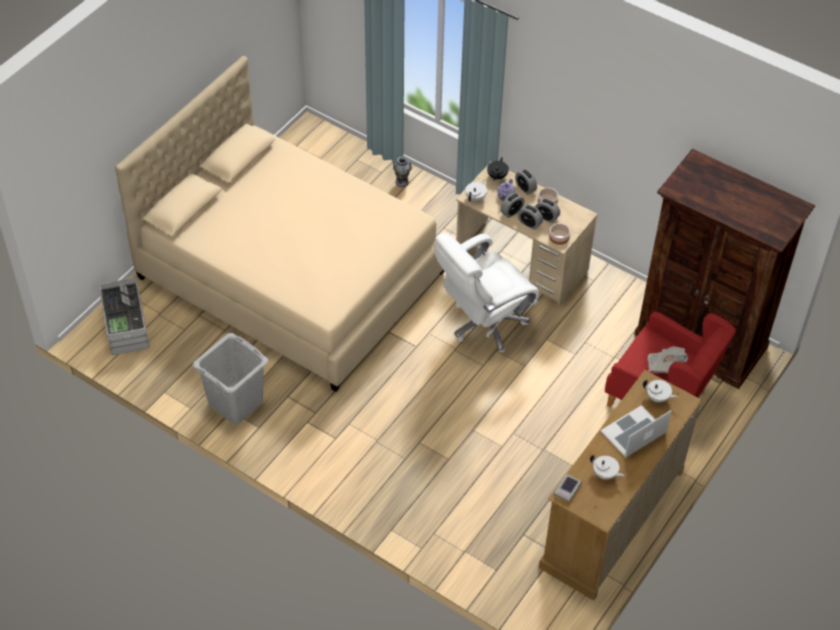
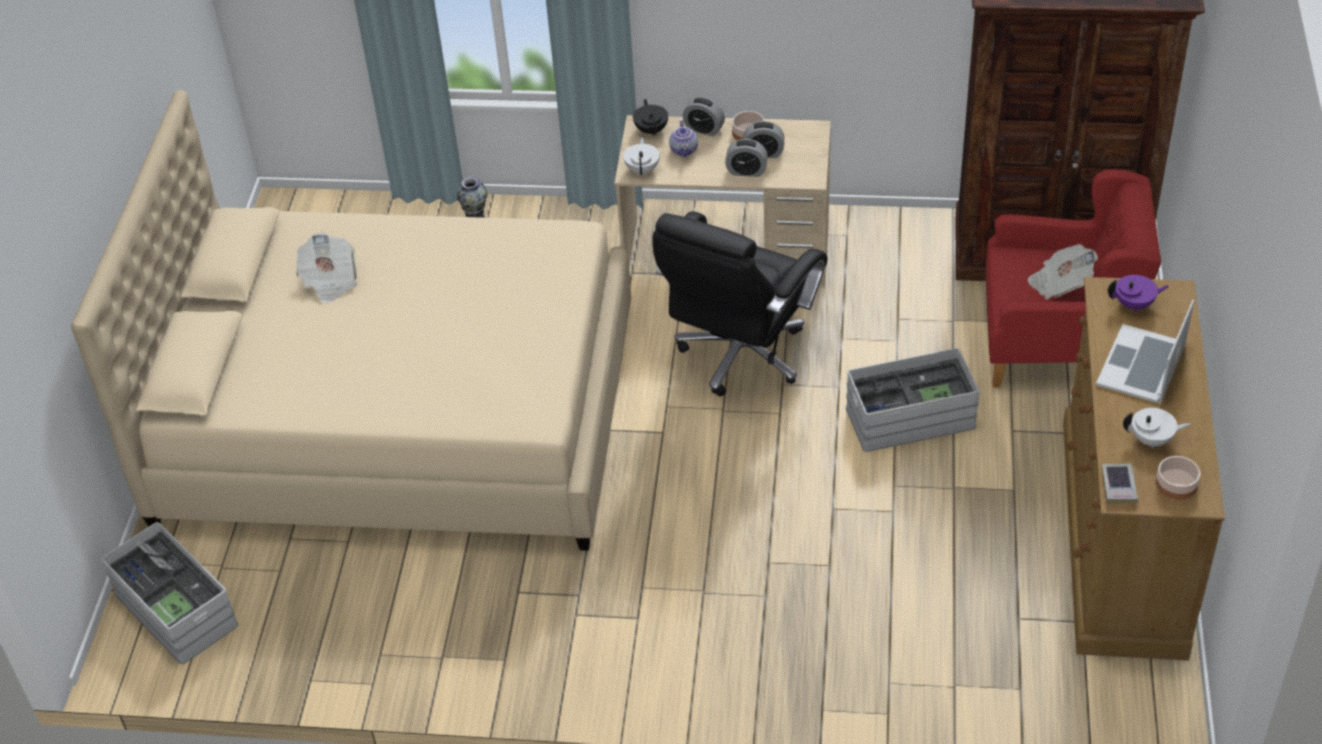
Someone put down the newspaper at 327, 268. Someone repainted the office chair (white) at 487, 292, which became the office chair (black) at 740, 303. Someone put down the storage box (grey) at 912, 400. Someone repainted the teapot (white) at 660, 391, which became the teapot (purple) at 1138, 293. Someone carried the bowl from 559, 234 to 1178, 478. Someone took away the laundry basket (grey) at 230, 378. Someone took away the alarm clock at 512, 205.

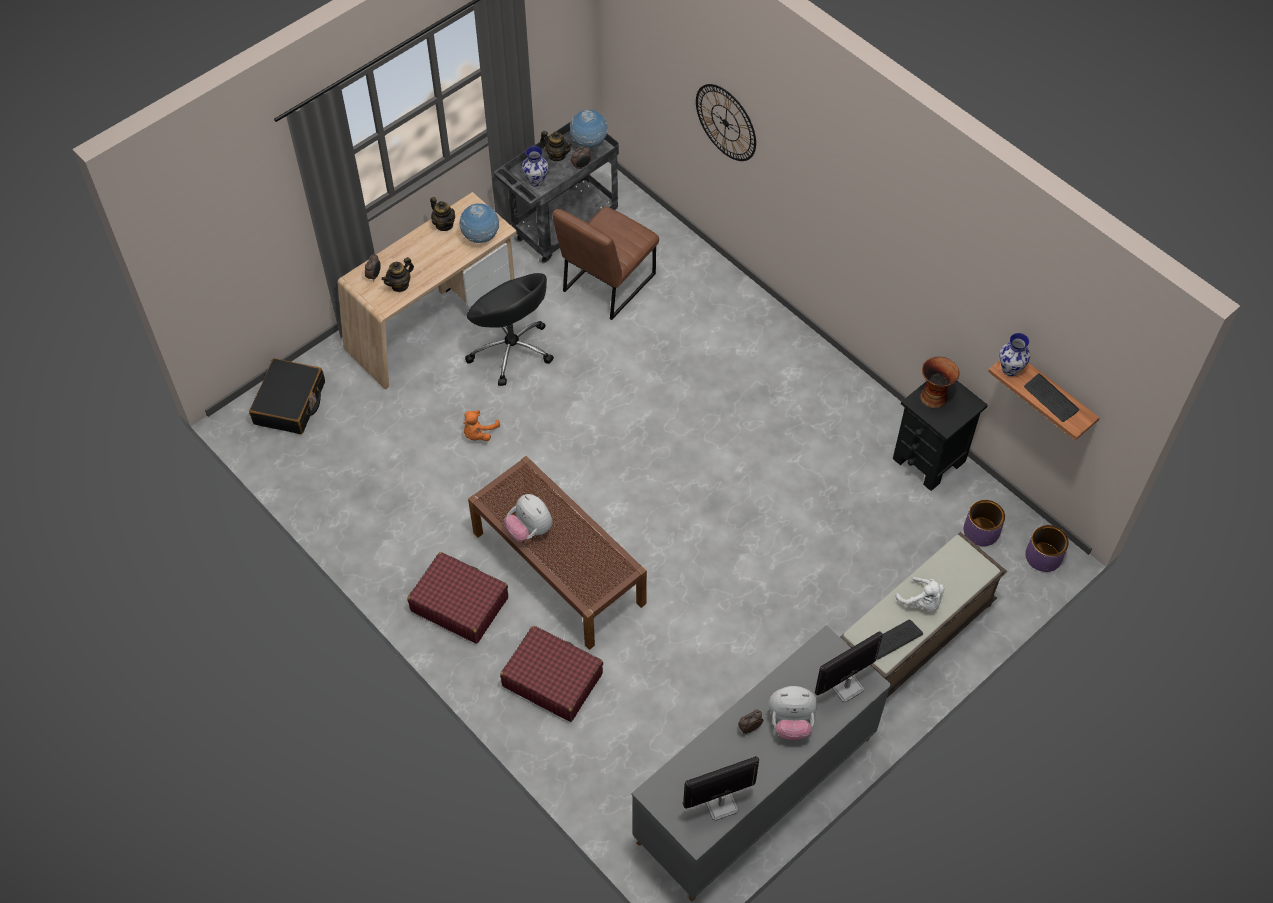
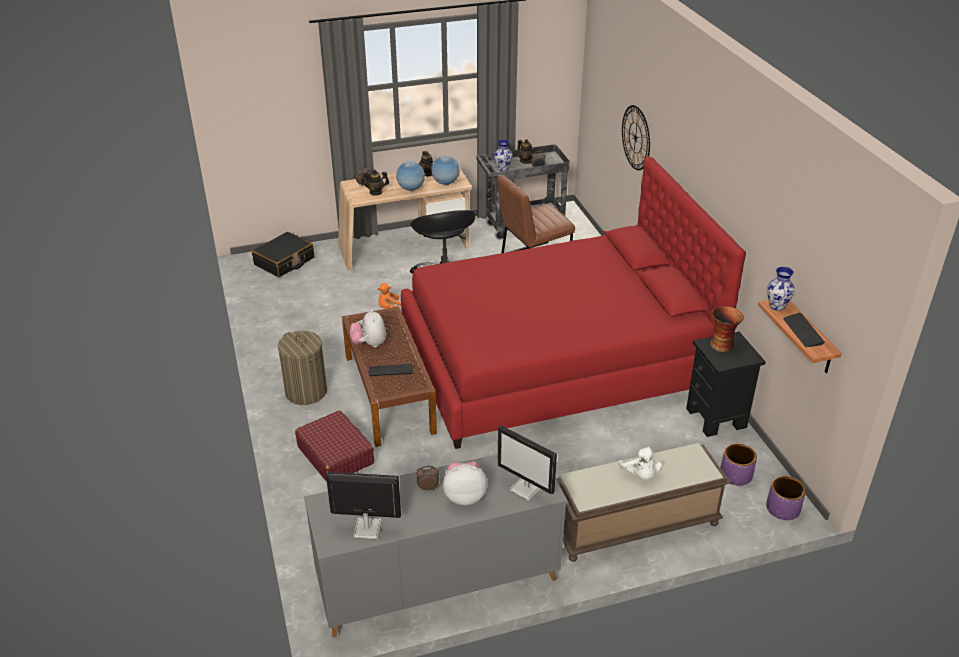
Someone swapped the suitcase (red) at 457, 598 for the laundry basket at 302, 368. Someone carried the keyboard from 899, 640 to 390, 370. Someone carried the globe from 589, 129 to 410, 176. Someone put down the bed (red) at 573, 303. Someone rotated the plush toy at 793, 713 by 150 degrees clockwise. Someone rotated the monitor at 849, 666 by 135 degrees counterclockwise.

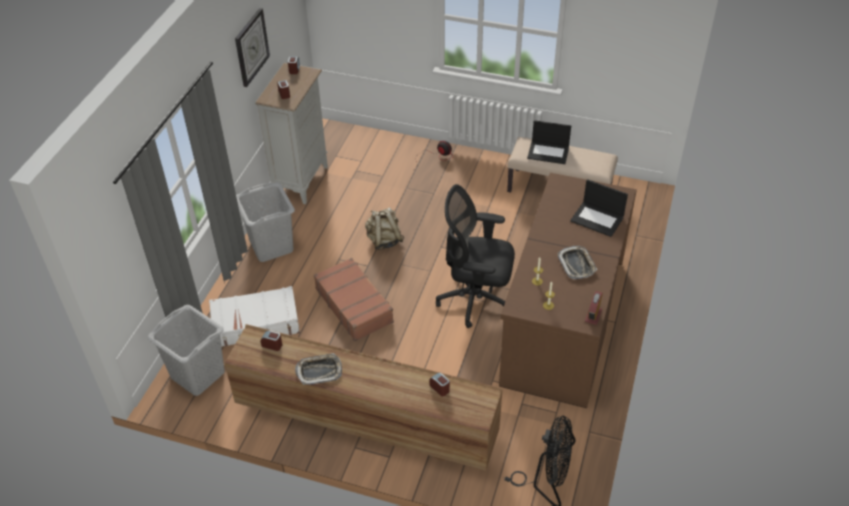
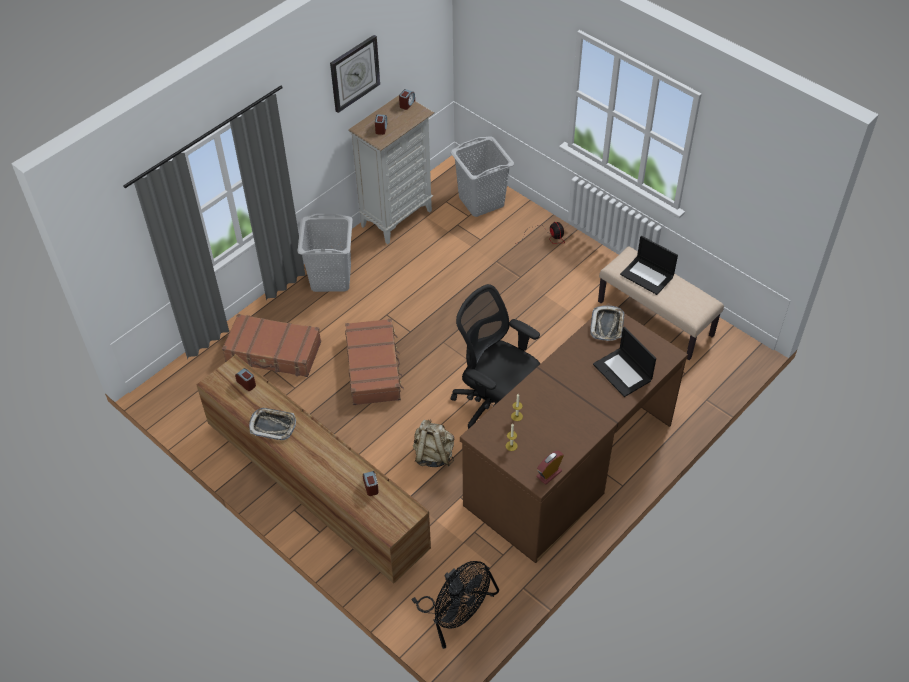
Someone repainted the suitcase (white) at 254, 316, which became the suitcase (brown) at 271, 345. Someone carried the backpack (beige) from 384, 228 to 433, 443. Someone carried the laundry basket (grey) from 186, 350 to 482, 176. Someone carried the tray from 577, 262 to 607, 323.

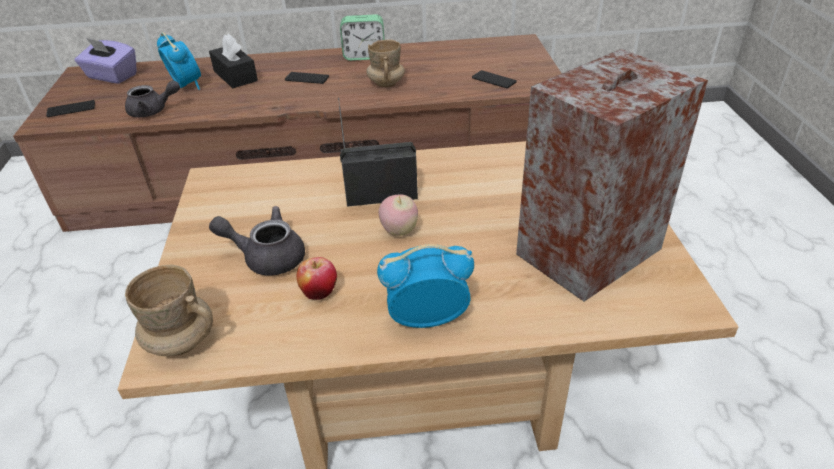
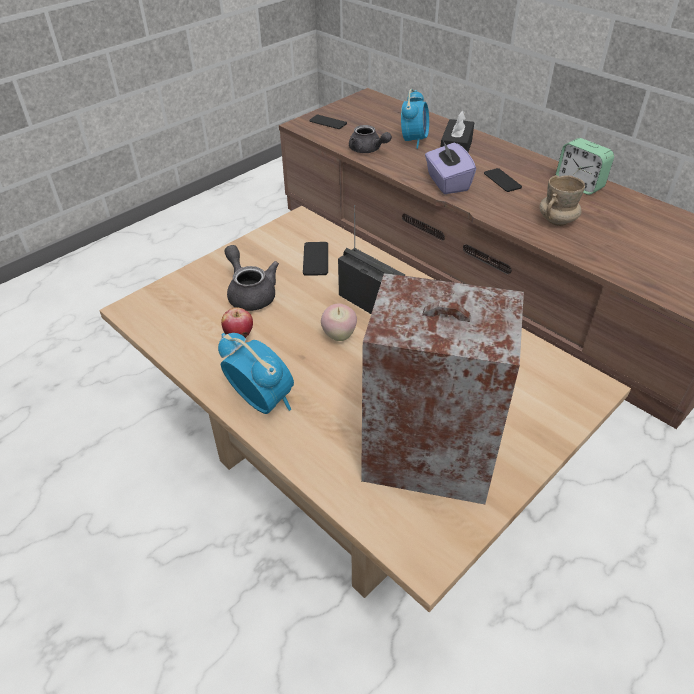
Someone carried the phone from 494, 79 to 315, 259. Someone carried the tissue box (purple) from 106, 61 to 450, 167. Someone took away the mug (beige) at 169, 310.

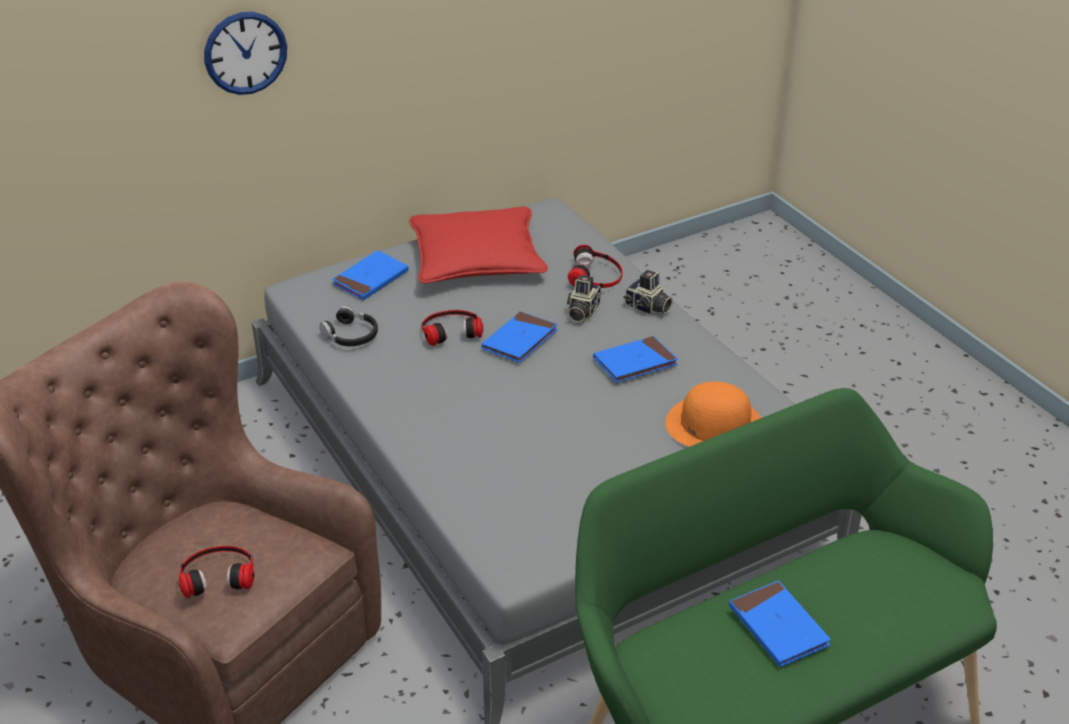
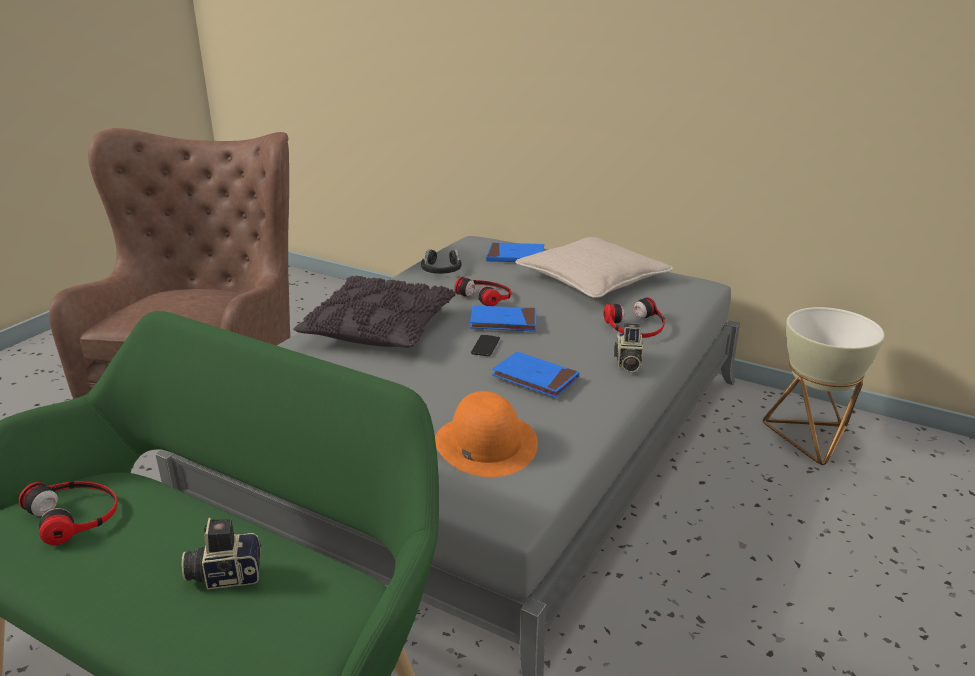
Someone carried the headphones from 216, 572 to 68, 513. Someone carried the photo camera from 584, 298 to 221, 554. Someone put down the pillow (black) at 374, 311. Someone put down the phone at 485, 345. Someone repainted the pillow (red) at 478, 244, which became the pillow (beige) at 594, 267. Someone put down the planter at 824, 386. Someone took away the wall clock at 245, 53. Someone took away the book (blue) at 780, 623.

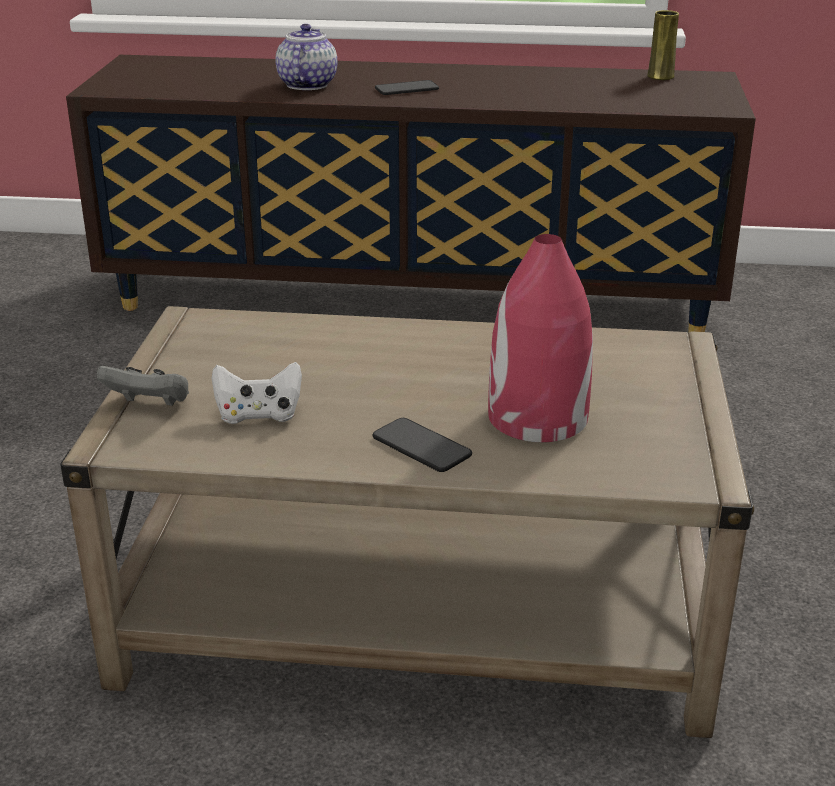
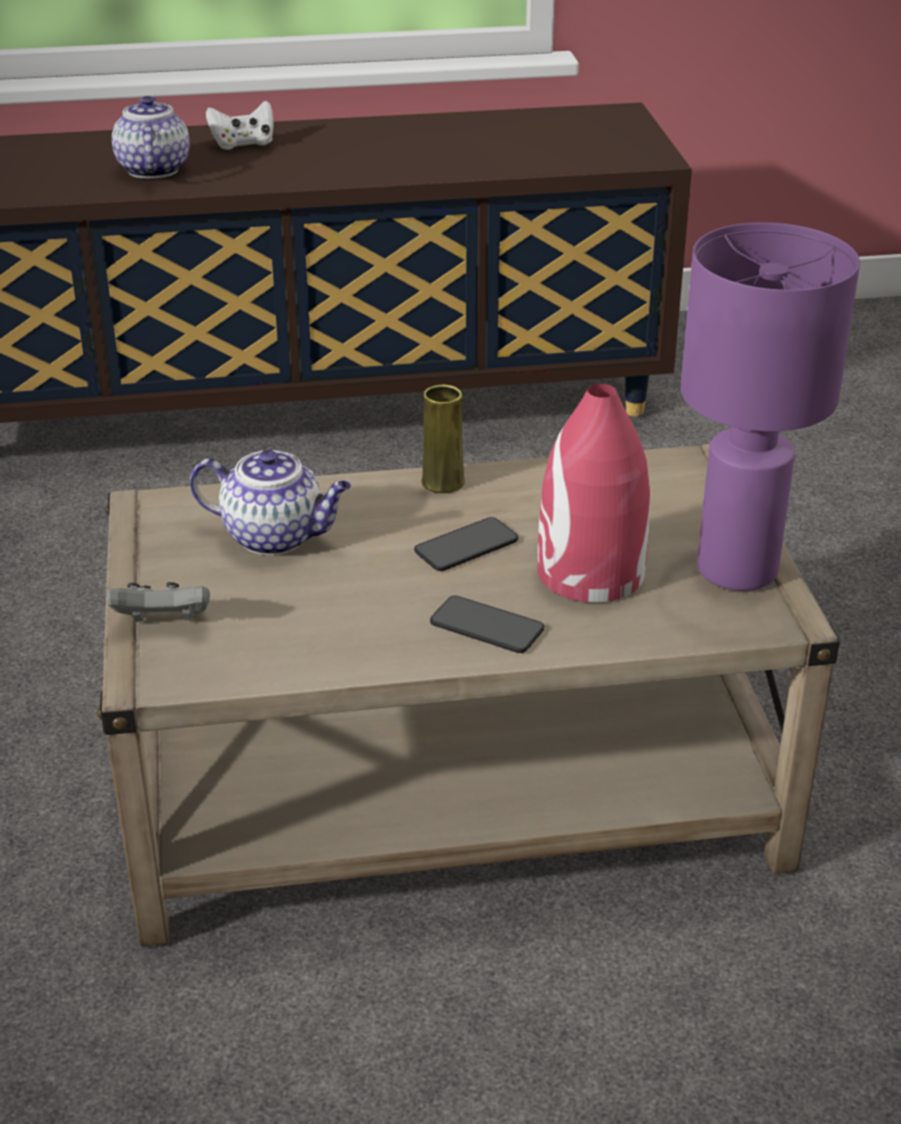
Someone put down the teapot at 270, 502. Someone carried the game controller (white) from 257, 393 to 240, 125. Someone carried the phone from 407, 87 to 466, 544. Someone carried the vase (yellow) from 663, 45 to 443, 439. Someone put down the table lamp (purple) at 770, 407.

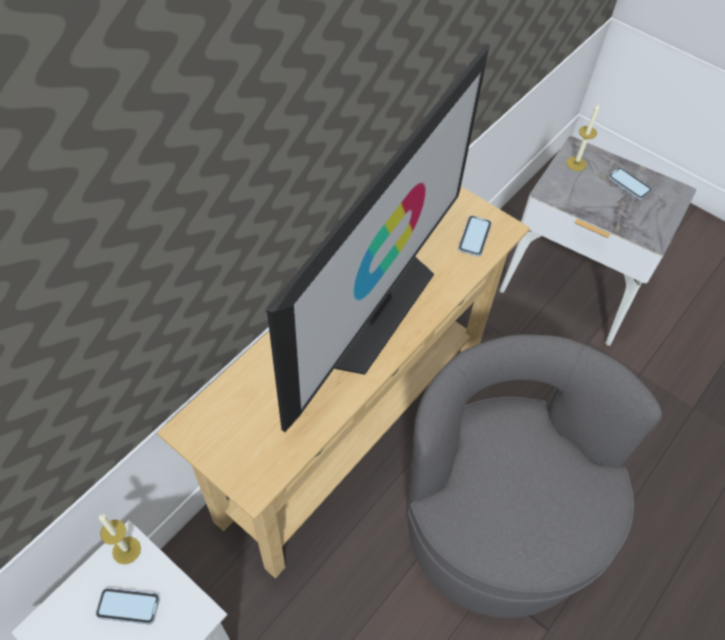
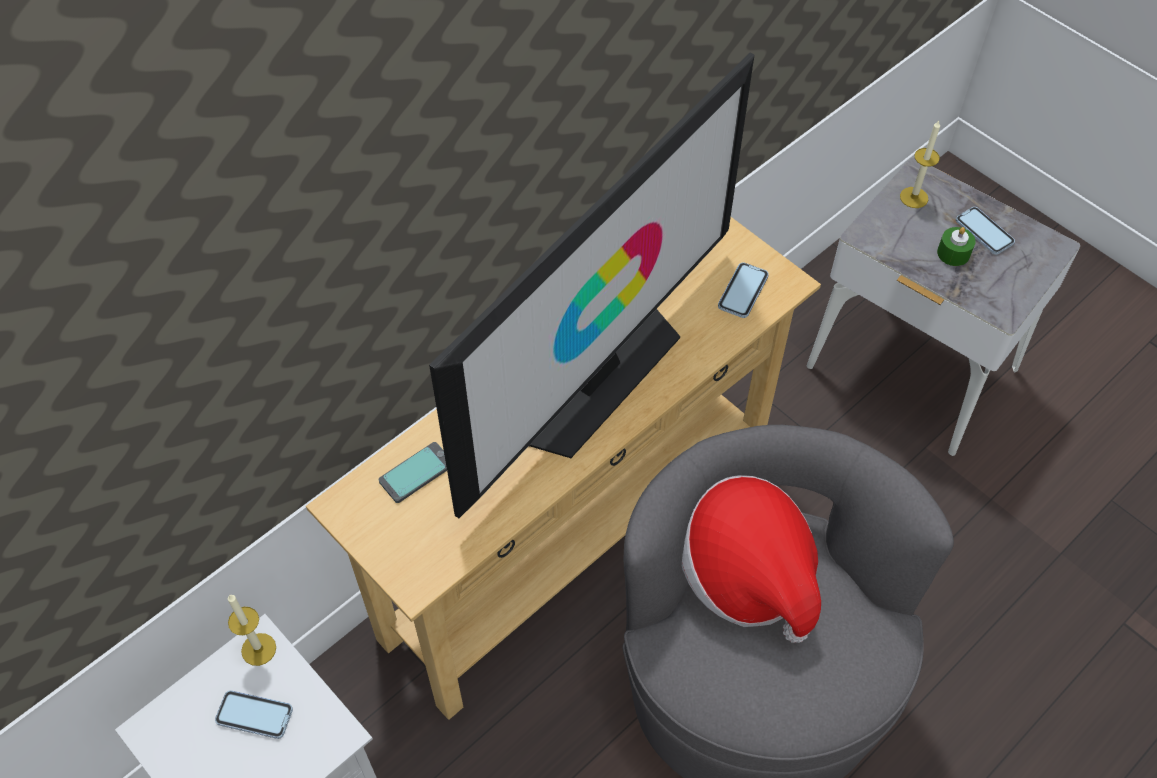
Someone put down the phone at 413, 472. Someone put down the hat at 751, 559. Someone put down the candle (green) at 956, 246.

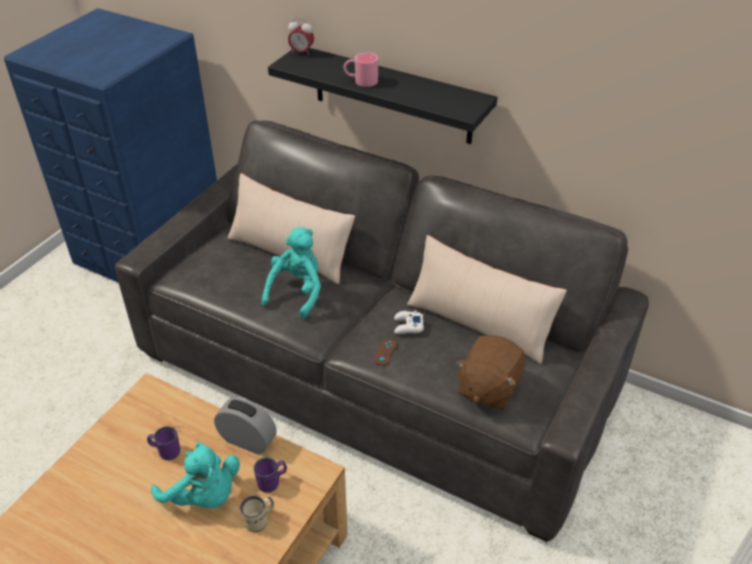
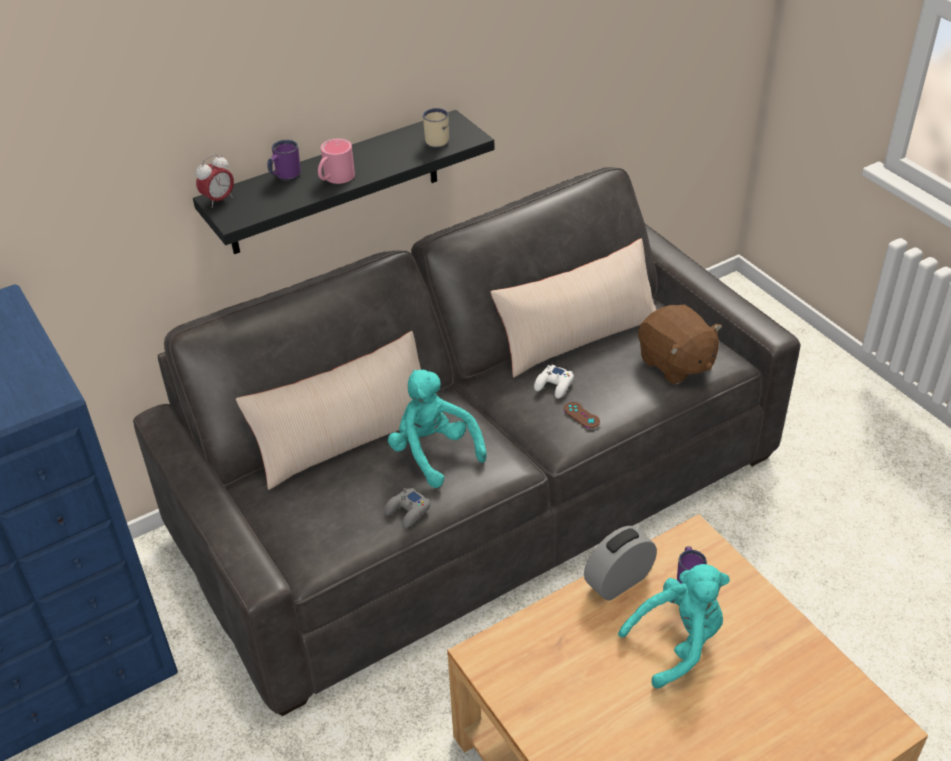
Someone carried the mug (purple) from 163, 443 to 284, 160. Someone put down the game controller (grey) at 407, 508. Someone carried the mug (beige) from 257, 514 to 436, 128.

